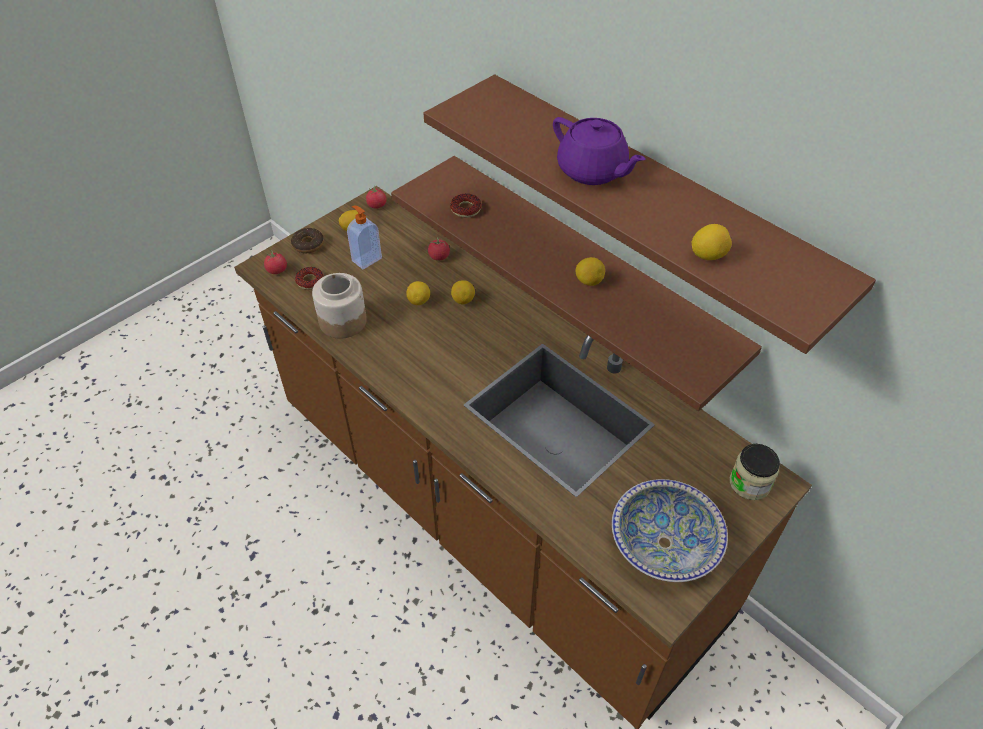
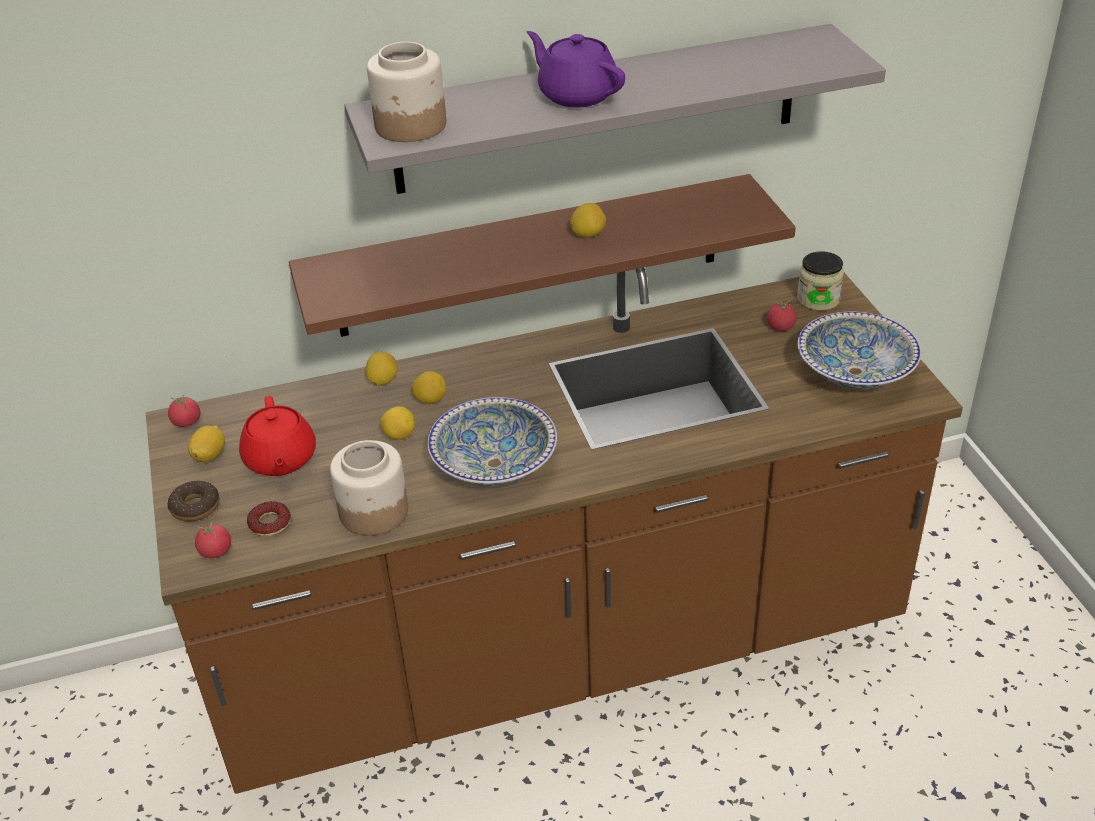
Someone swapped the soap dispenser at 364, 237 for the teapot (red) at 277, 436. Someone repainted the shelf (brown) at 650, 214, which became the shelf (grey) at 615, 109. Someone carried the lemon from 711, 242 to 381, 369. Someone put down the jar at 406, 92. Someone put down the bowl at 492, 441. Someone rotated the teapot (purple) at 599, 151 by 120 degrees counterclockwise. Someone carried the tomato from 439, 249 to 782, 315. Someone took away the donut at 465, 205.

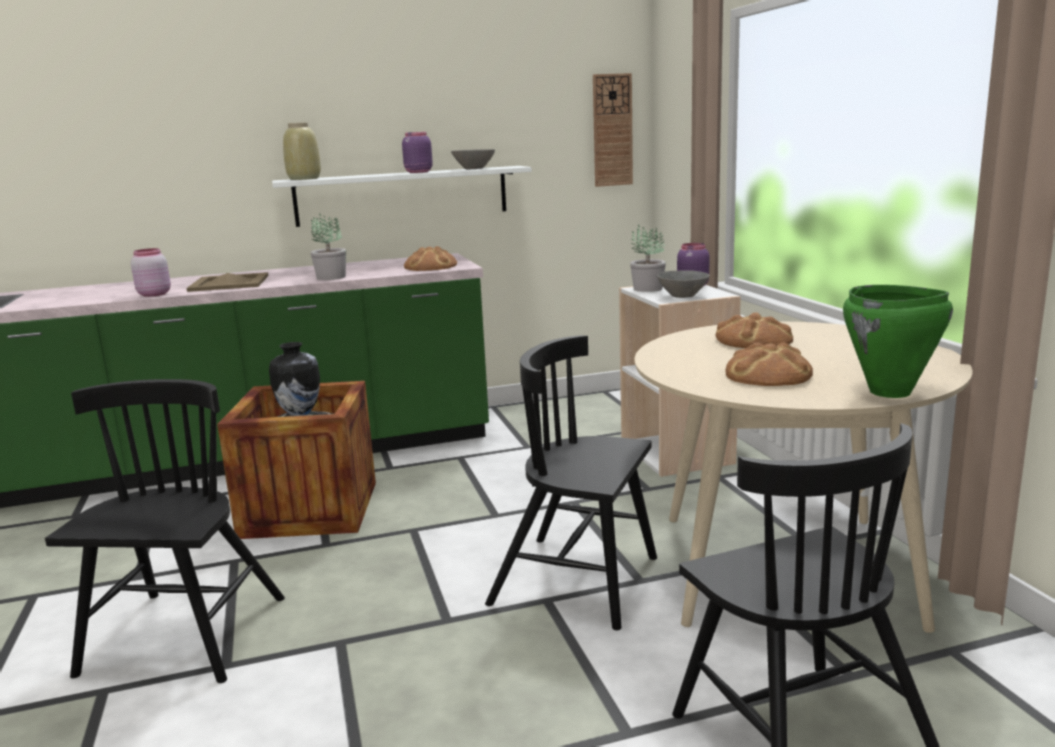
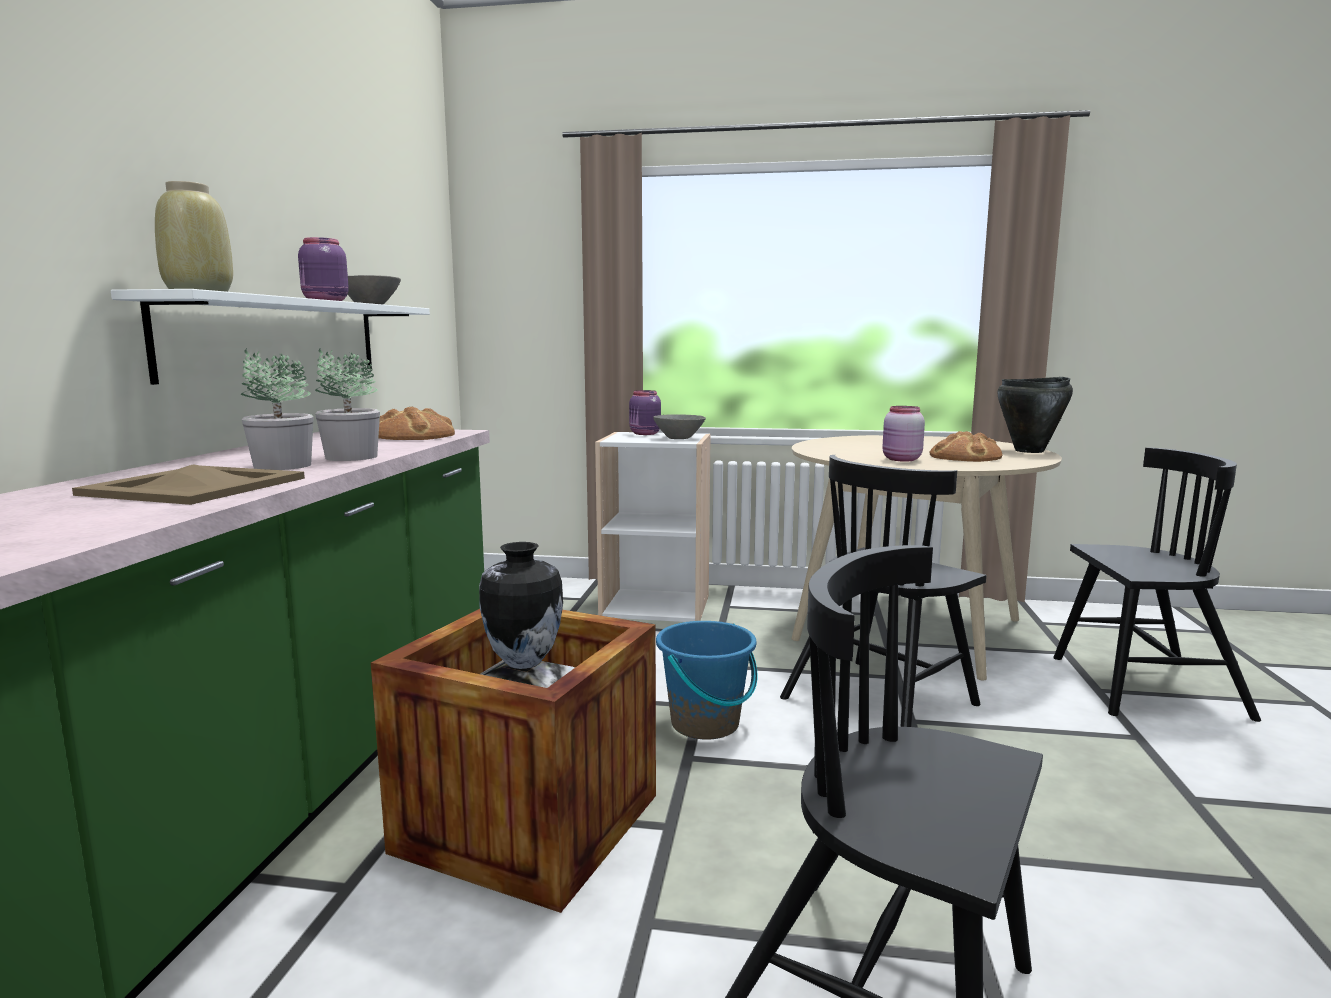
Someone carried the potted plant from 648, 258 to 277, 409. Someone put down the bucket (blue) at 707, 680. Someone carried the jar (pink) from 151, 272 to 903, 433. Someone repainted the cooking pot (green) at 898, 341, which became the cooking pot (black) at 1035, 415. Someone took away the wall clock at 613, 130. Someone took away the bread at 754, 330.

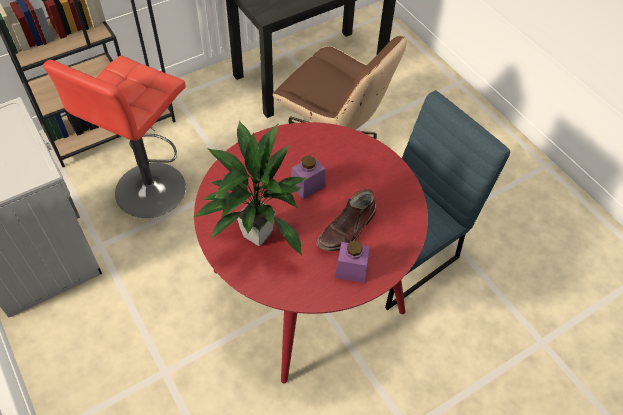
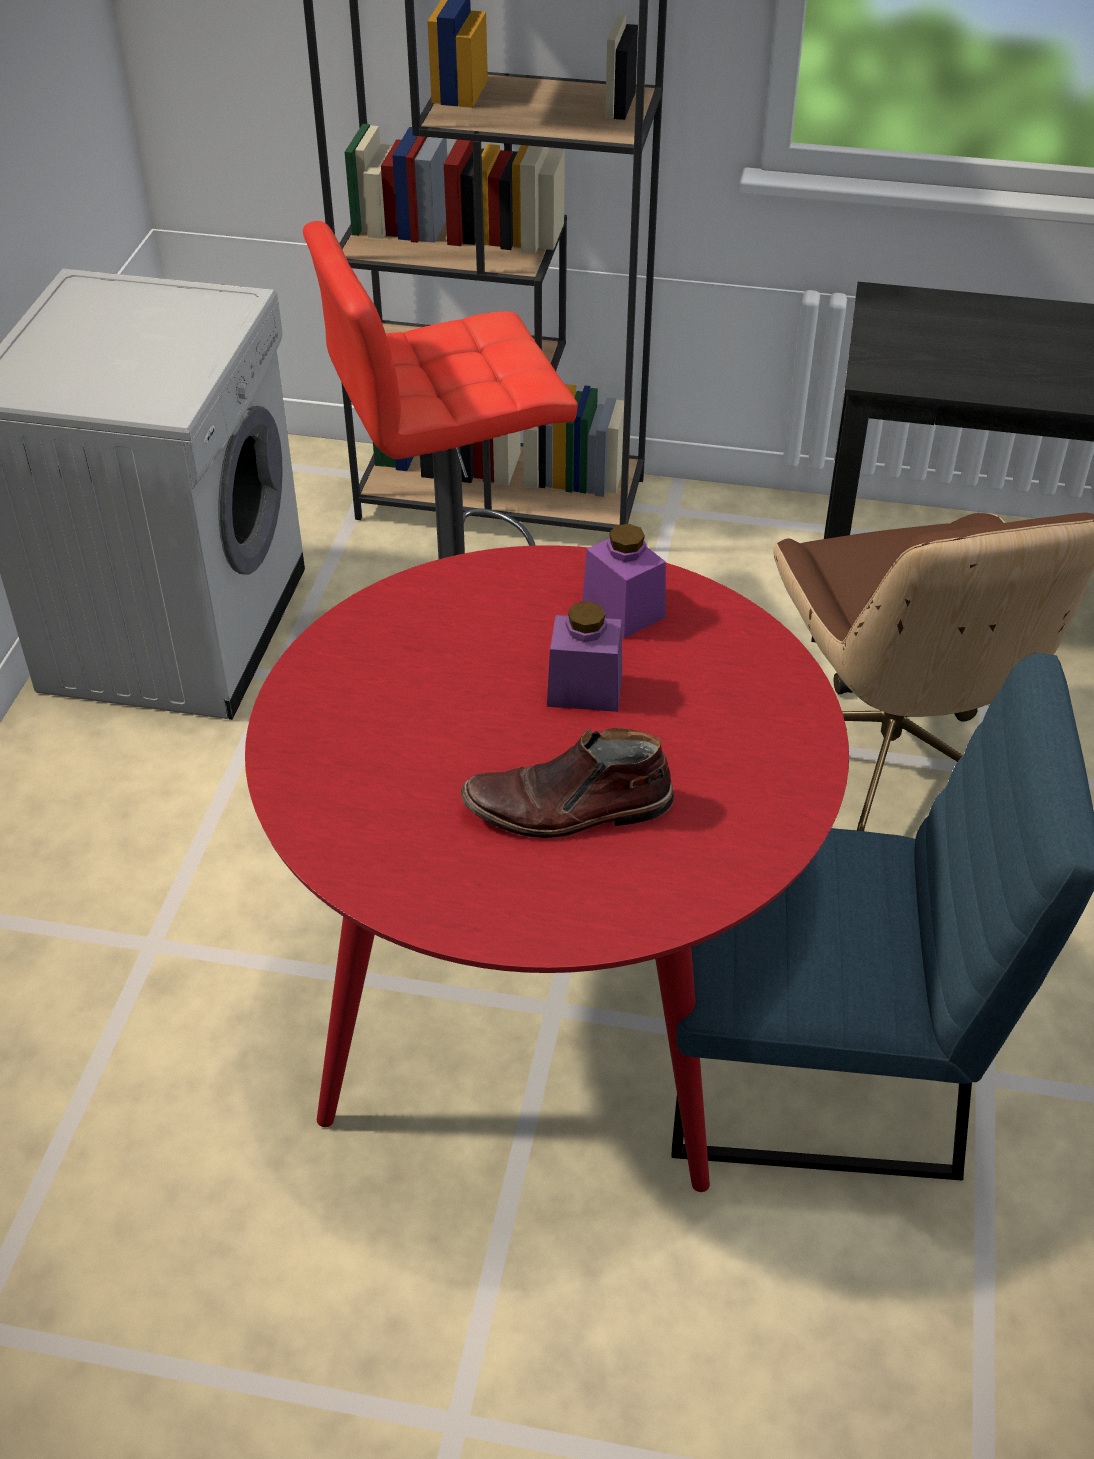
Someone carried the jar (purple) from 352, 262 to 624, 581. Someone took away the potted plant at 249, 187.

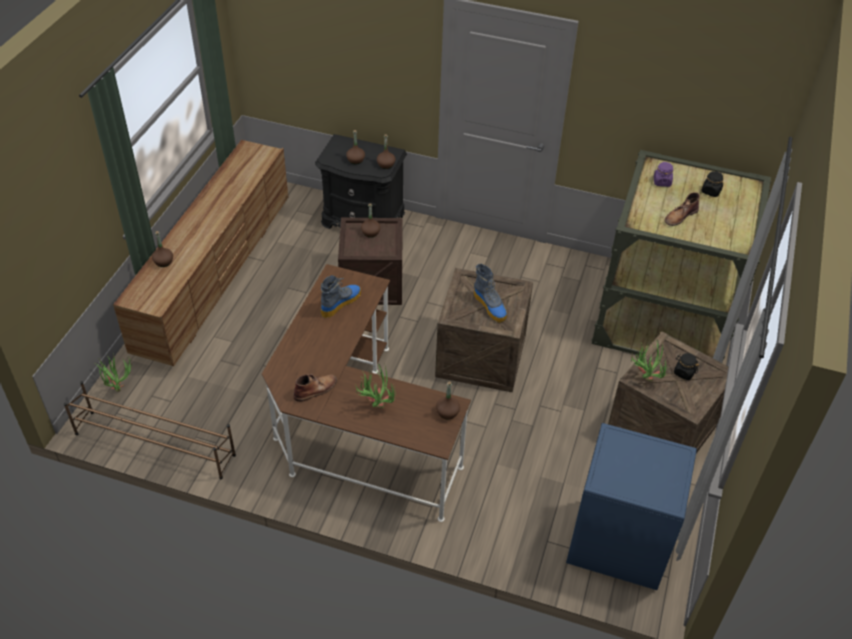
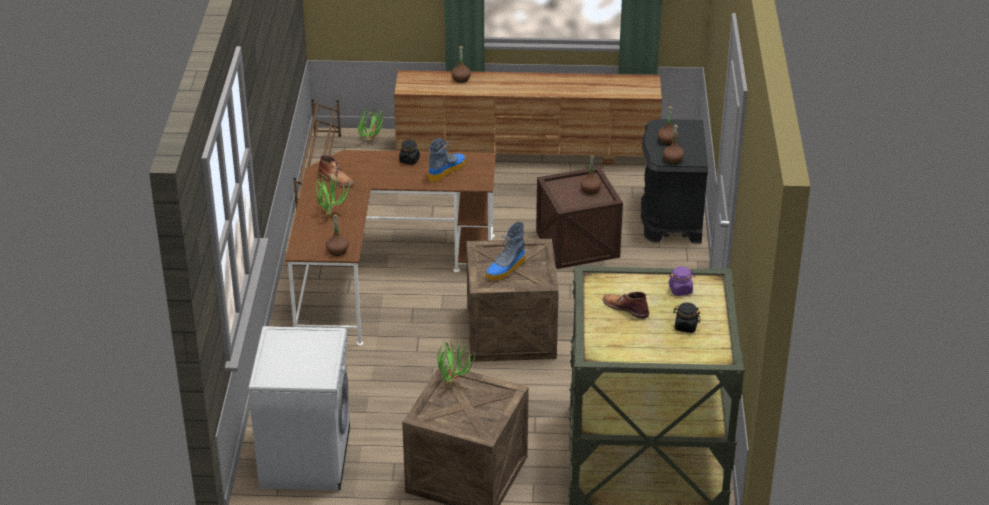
Someone repainted the washing machine (blue) at 631, 506, which became the washing machine (white) at 299, 408. Someone carried the jar (black) from 686, 366 to 409, 152. Someone rotated the boot at 341, 296 by 75 degrees counterclockwise.

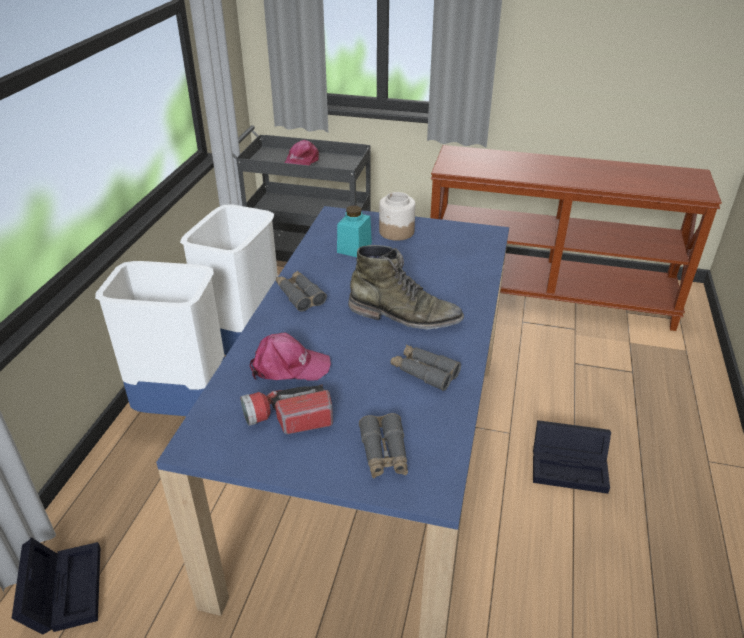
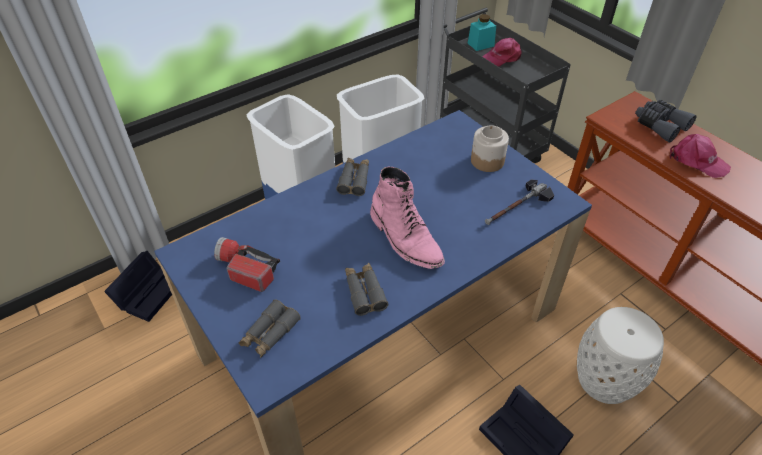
Someone repainted the boot (green) at 406, 287, which became the boot (pink) at 407, 217. Someone carried the jar (turquoise) from 354, 231 to 482, 32. Someone put down the hammer at 519, 202. Someone put down the stool (white) at 620, 355. Someone put down the binoculars (grey) at 666, 121. Someone carried the cap (pink) from 290, 356 to 700, 156.

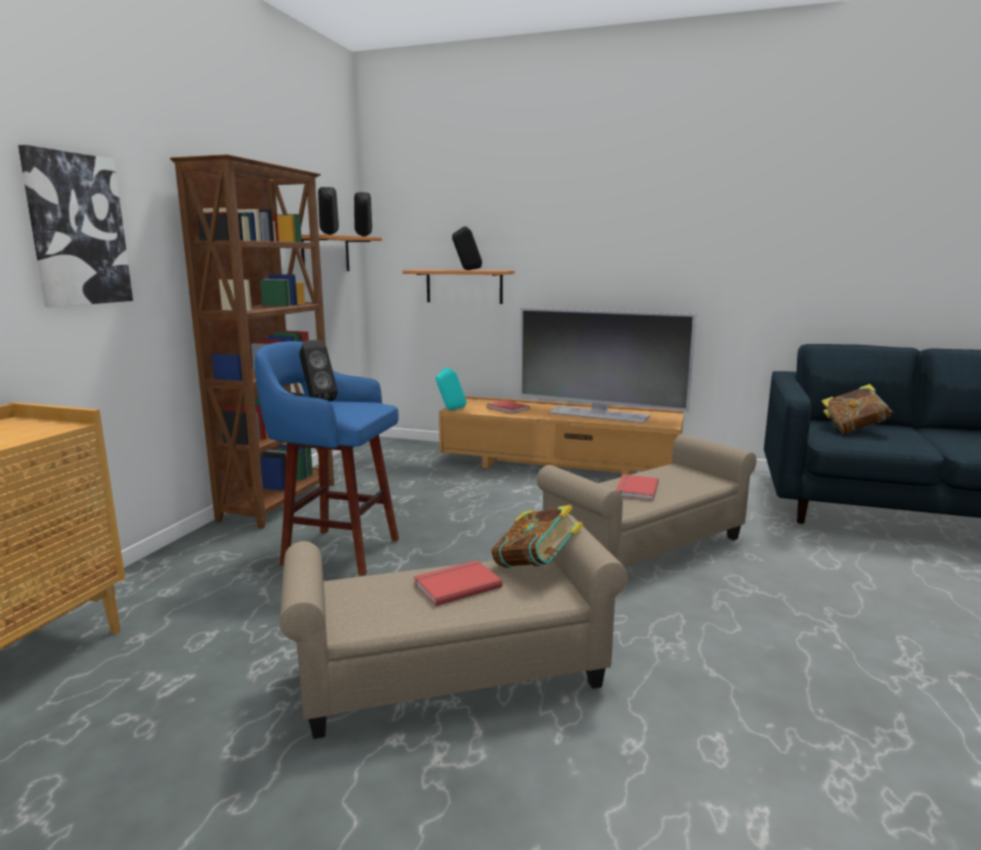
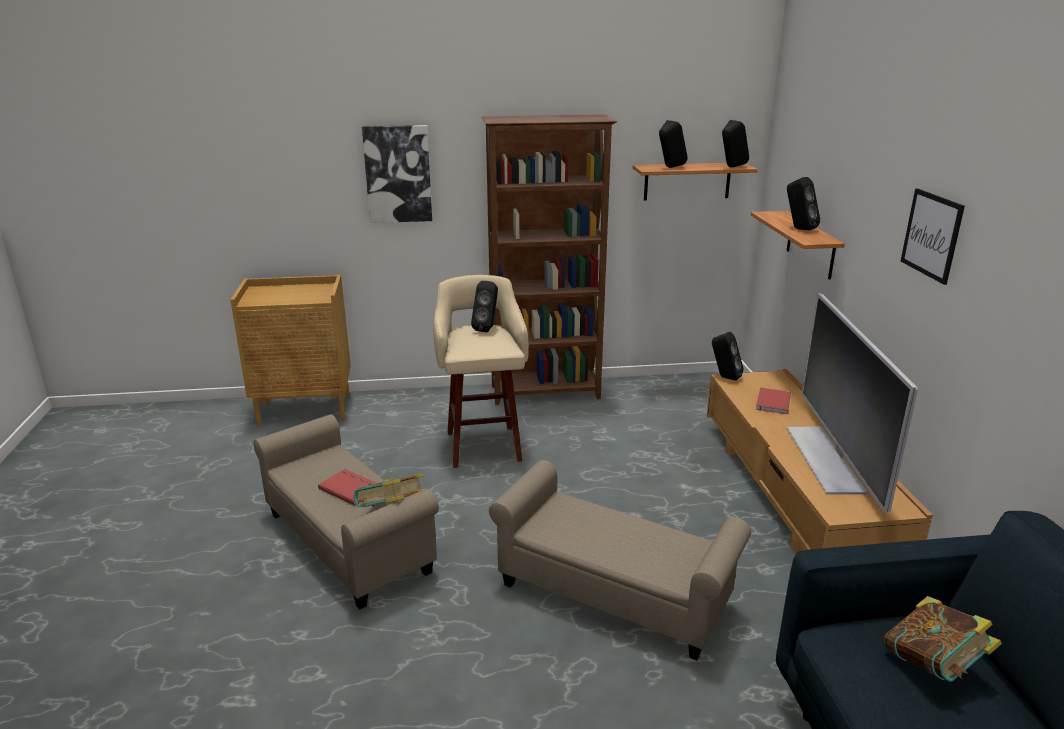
Someone repainted the stool (blue) at 326, 458, which became the stool (beige) at 481, 371. Someone repainted the speaker (turquoise) at 451, 389, which became the speaker (black) at 727, 356. Someone put up the picture at 933, 236. Someone took away the book (red) at 637, 487.

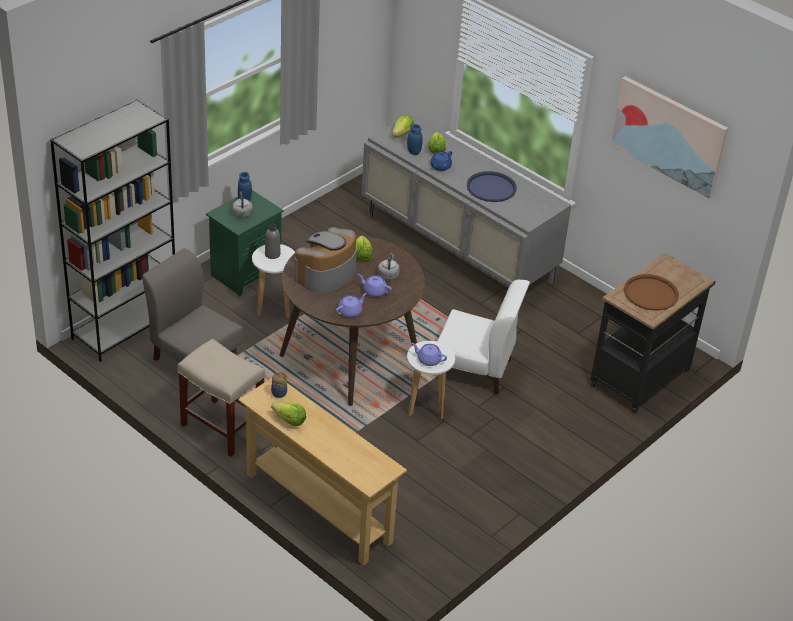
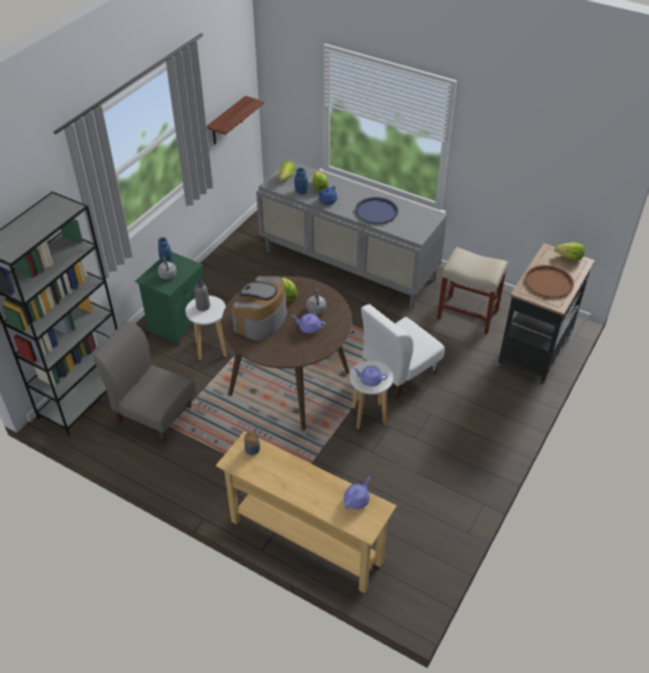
Someone put up the shelf at 235, 120. Someone carried the teapot (purple) from 351, 305 to 357, 493. Someone rotated the chair (white) at 483, 337 by 135 degrees clockwise. Someone carried the stool (beige) from 221, 398 to 472, 290. Someone carried the lettuce from 288, 414 to 570, 251. Someone took away the picture at 669, 137.

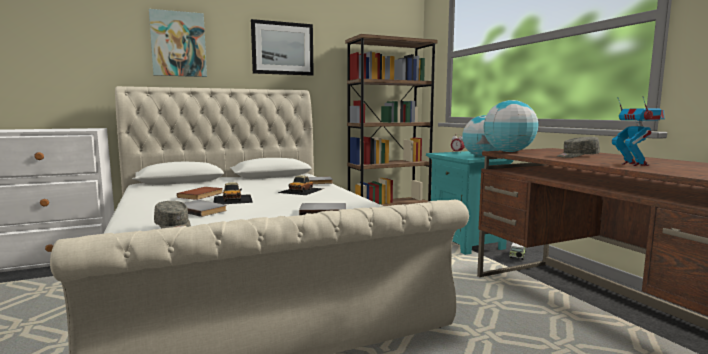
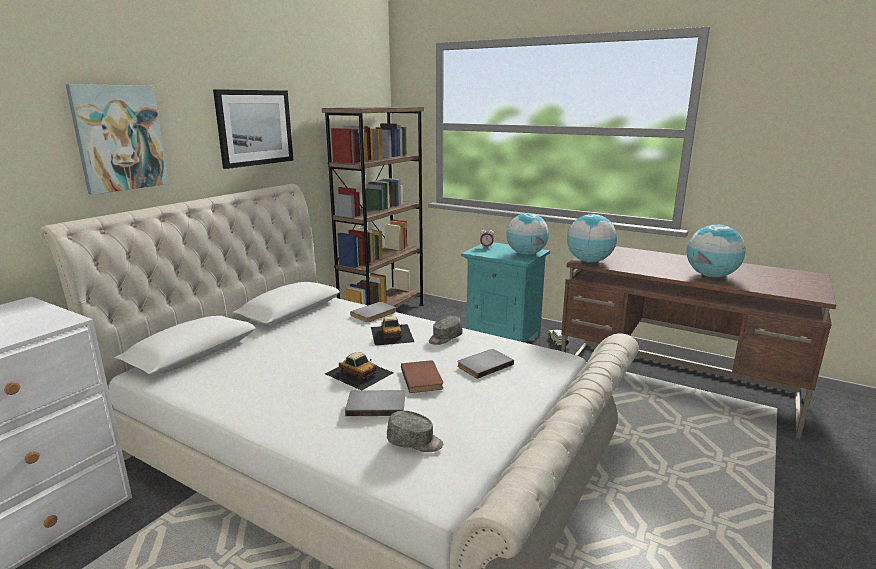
Someone carried the book (brown) from 200, 193 to 422, 376. Someone carried the cap (grey) from 578, 147 to 446, 330. Someone swapped the toy robot at 638, 131 for the globe at 716, 251.

